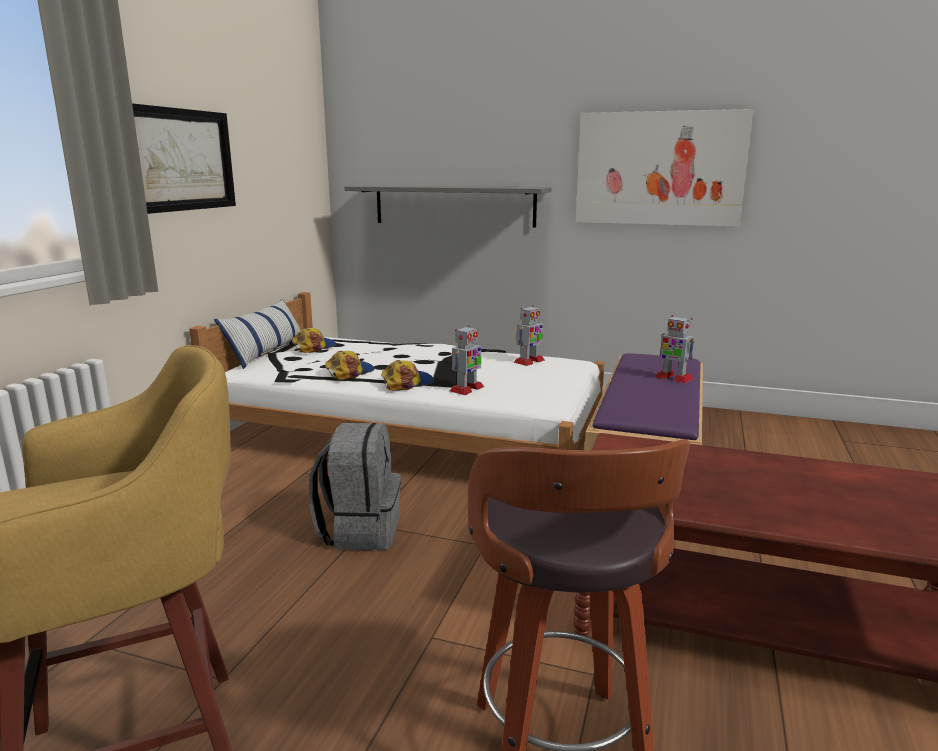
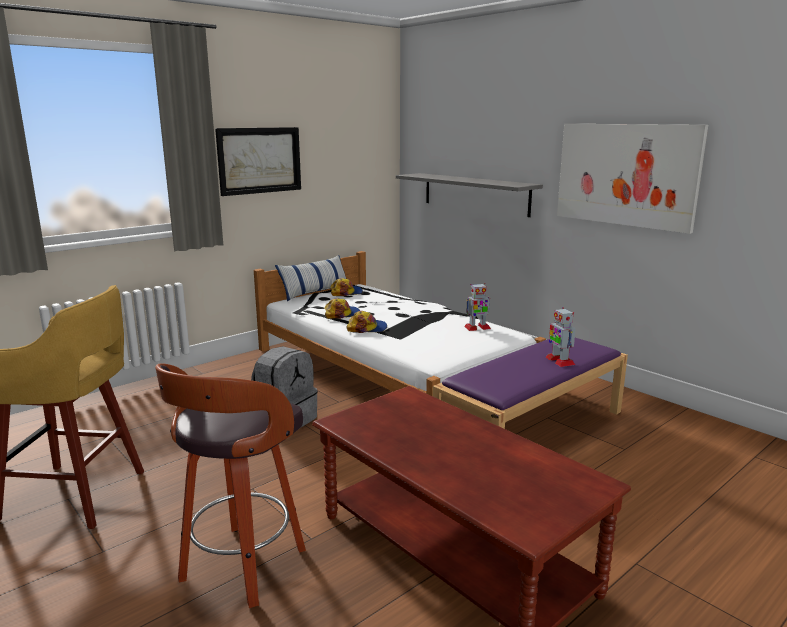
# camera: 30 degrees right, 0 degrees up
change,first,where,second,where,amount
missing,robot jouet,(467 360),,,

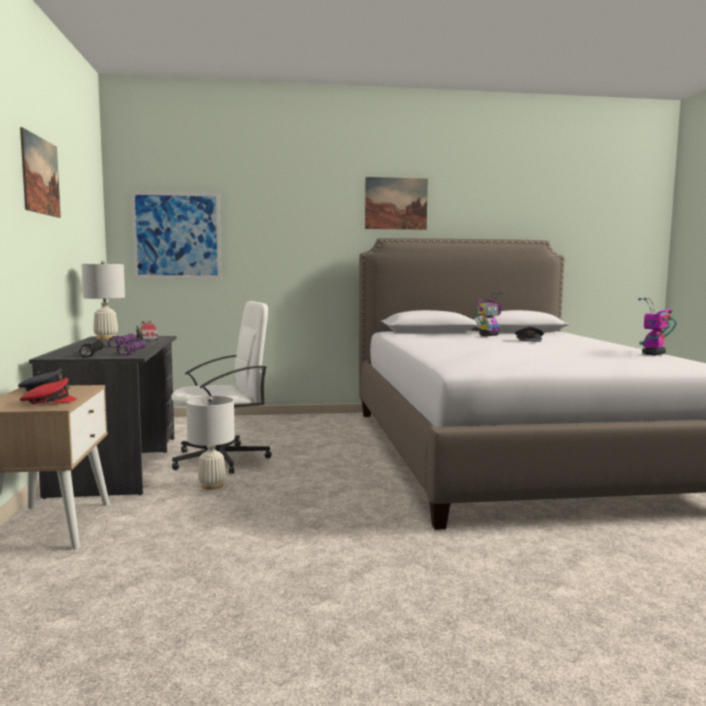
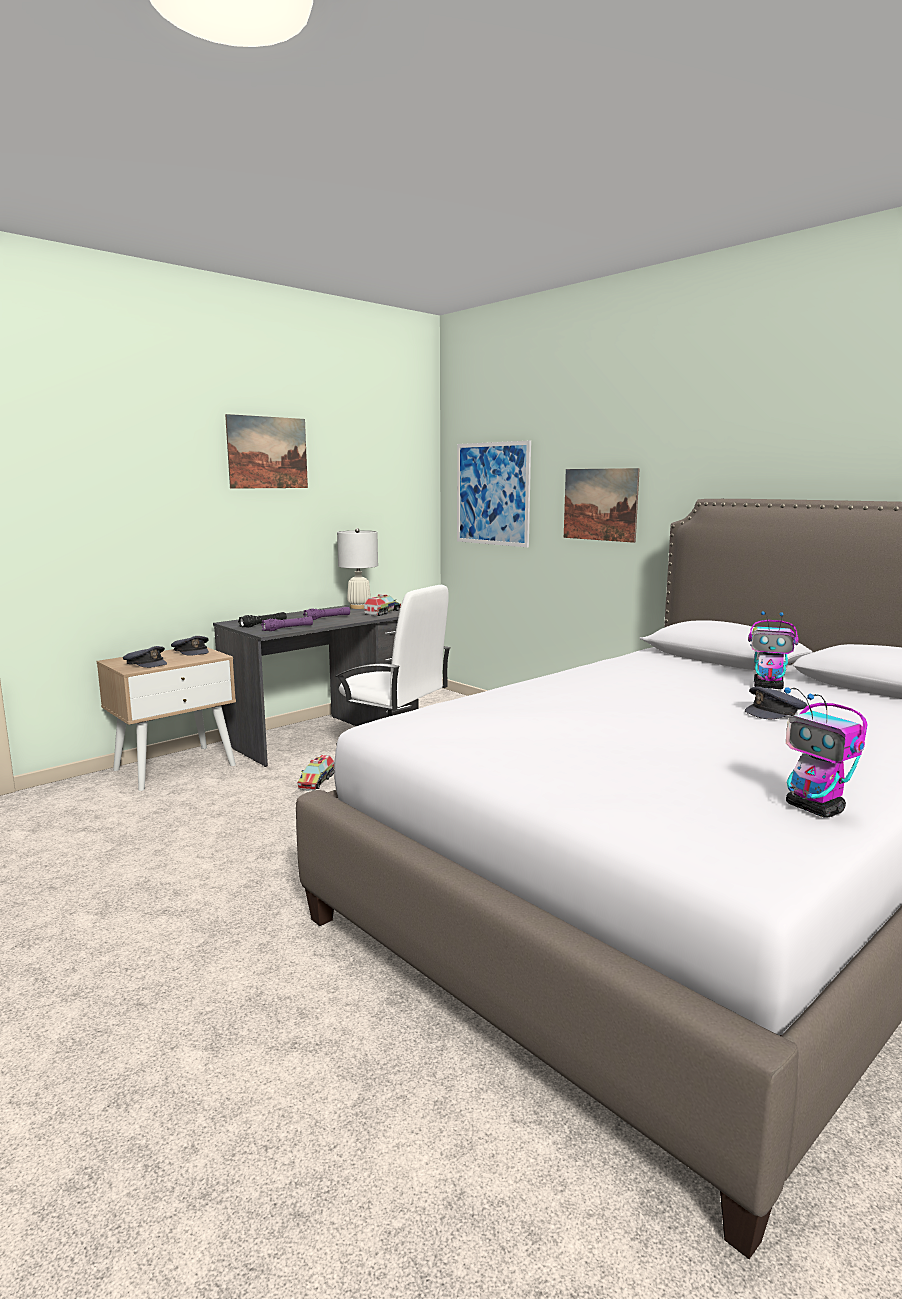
# camera: 55 degrees right, 5 degrees up
change,first,where,second,where,amount
relocated,tableau,(396 203),,(602 505),
exchanged,lampe de table (blanc),(210 443),camion jouet,(315 773),
colour,casquette (rouge),(48 391),casquette (gris),(145 657),
spun,robot jouet,(657 326),,(826 752),135 degrees counterclockwise

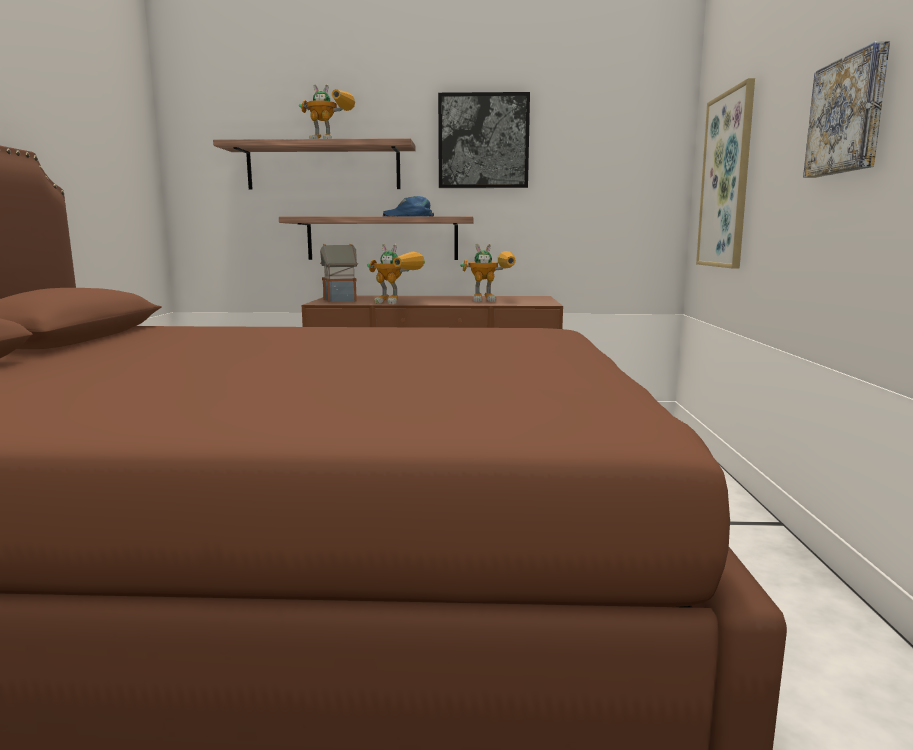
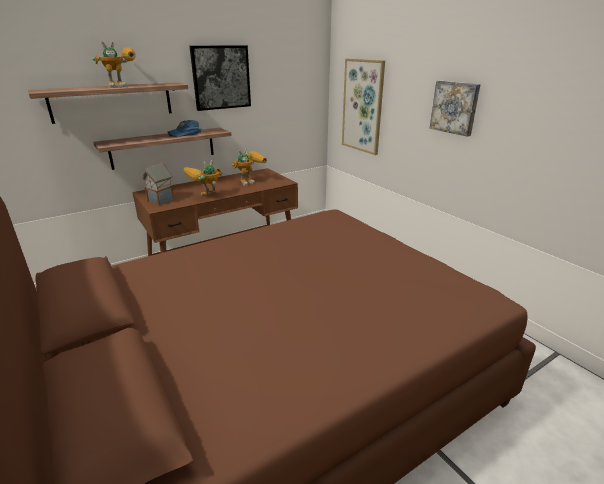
# camera: 35 degrees left, 15 degrees up
change,first,where,second,where,amount
spun,robot jouet,(396 274),,(202 178),150 degrees clockwise

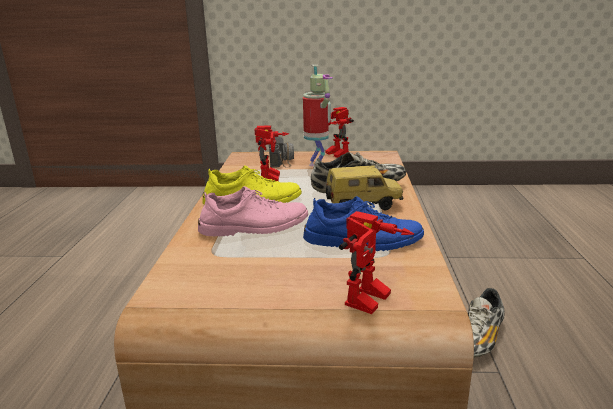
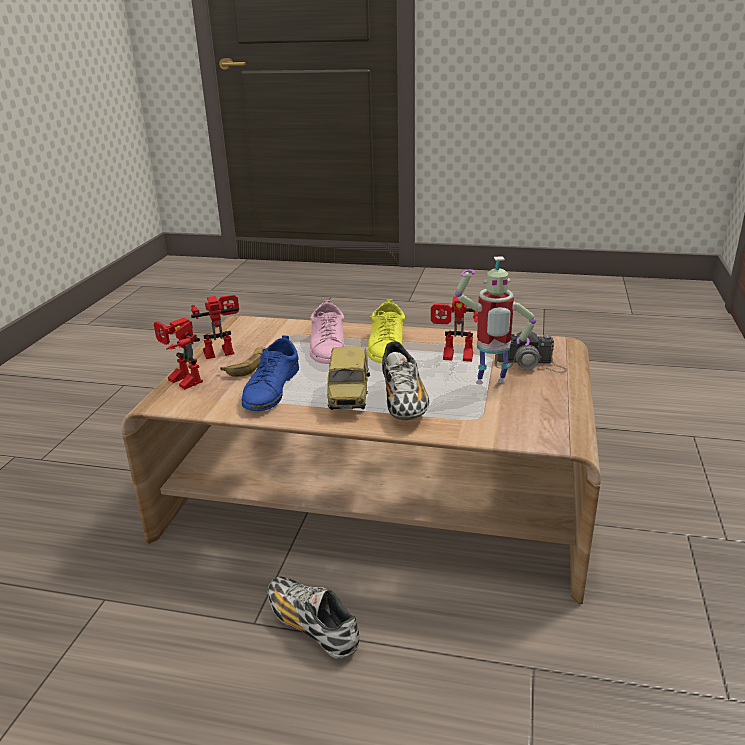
# camera: 100 degrees right, 5 degrees up
change,first,where,second,where,amount
appeared,,,banane,(243 362),
relocated,robot jouet,(339 132),,(215 327),

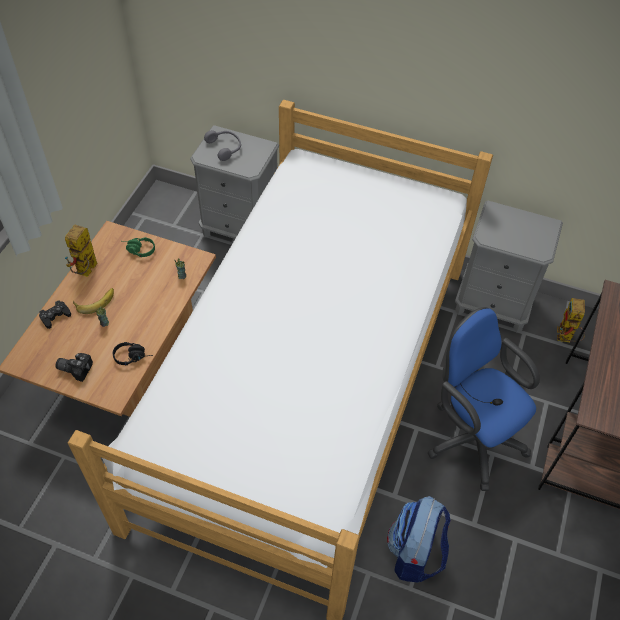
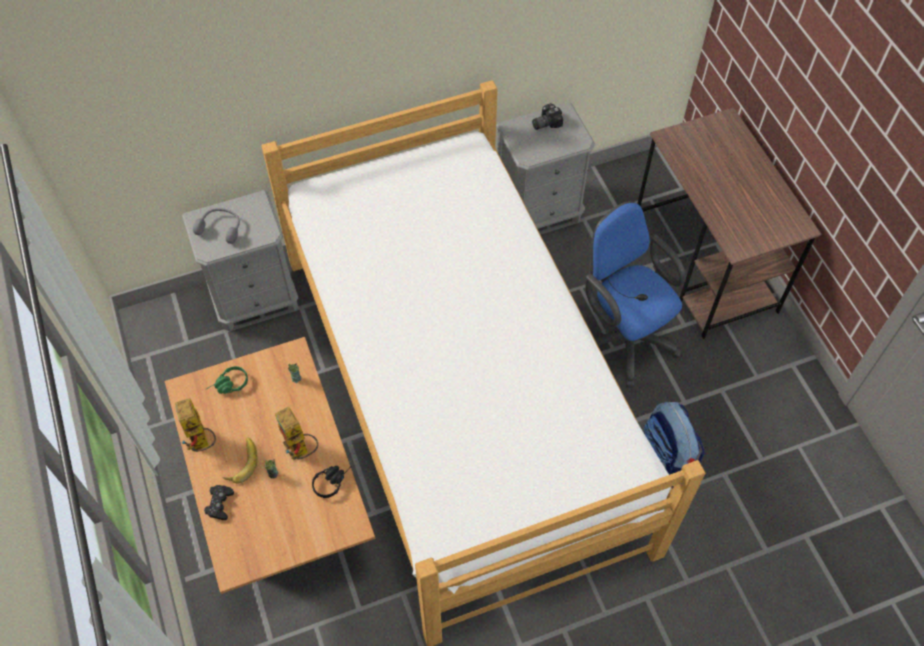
# camera: 40 degrees left, 5 degrees up
change,first,where,second,where,amount
relocated,appareil photo,(74 367),,(547 116),
relocated,robot jouet,(571 320),,(296 433),
spun,chaise de bureau (bleu),(484 399),,(636 294),45 degrees clockwise

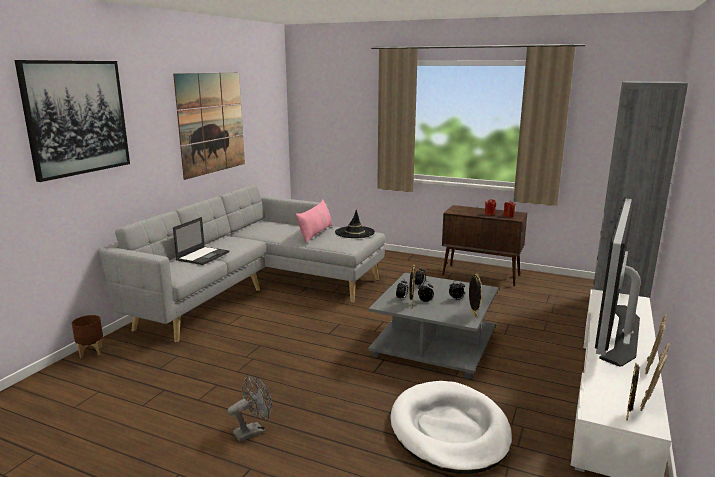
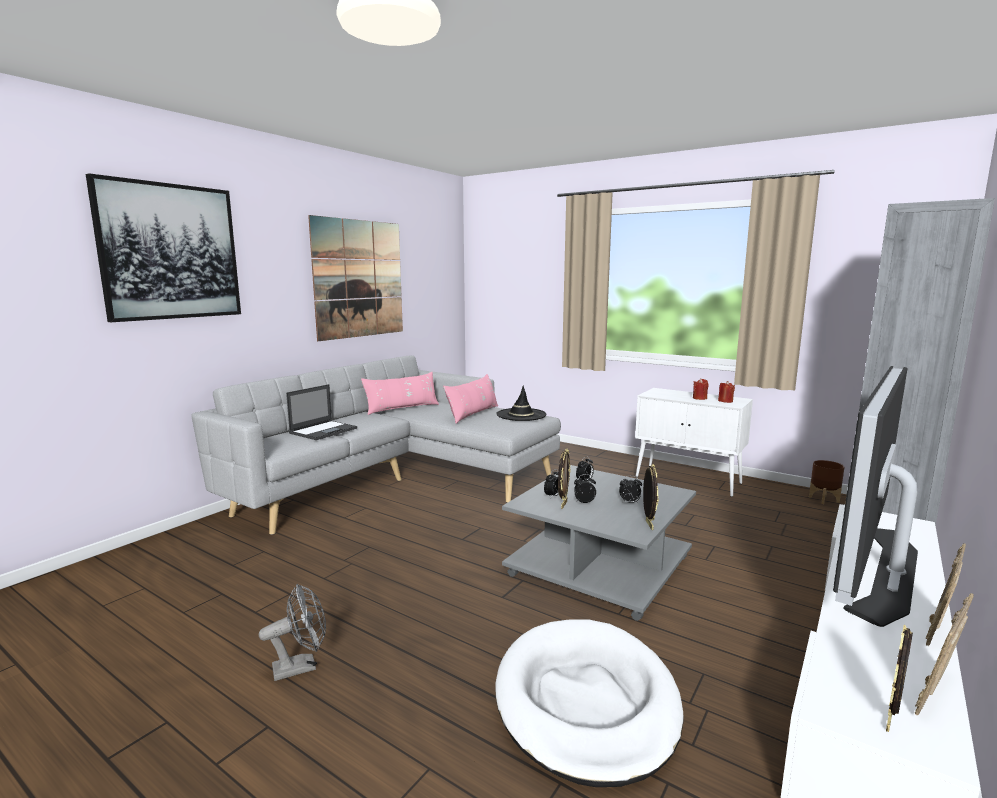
# camera: 10 degrees right, 5 degrees down
change,first,where,second,where,amount
appeared,,,coussin (rose),(400 393),
relocated,cache-pot (marron),(87 336),,(827 482),
colour,meuble de rangement (marron),(484 246),meuble de rangement (blanc),(694 442),

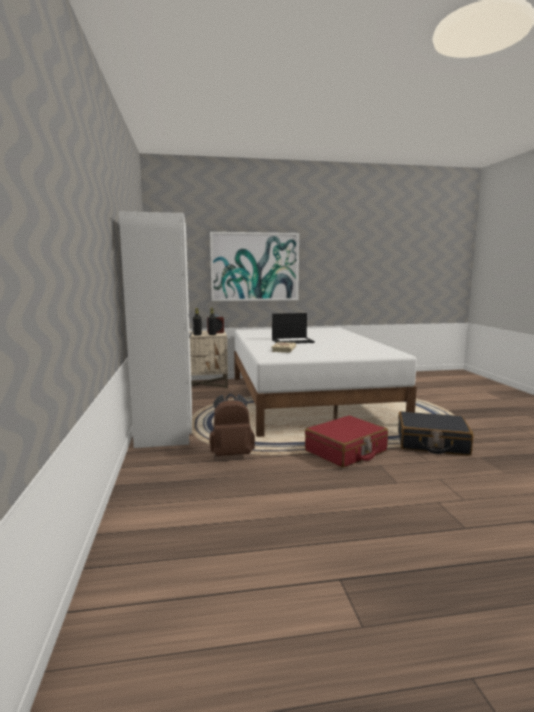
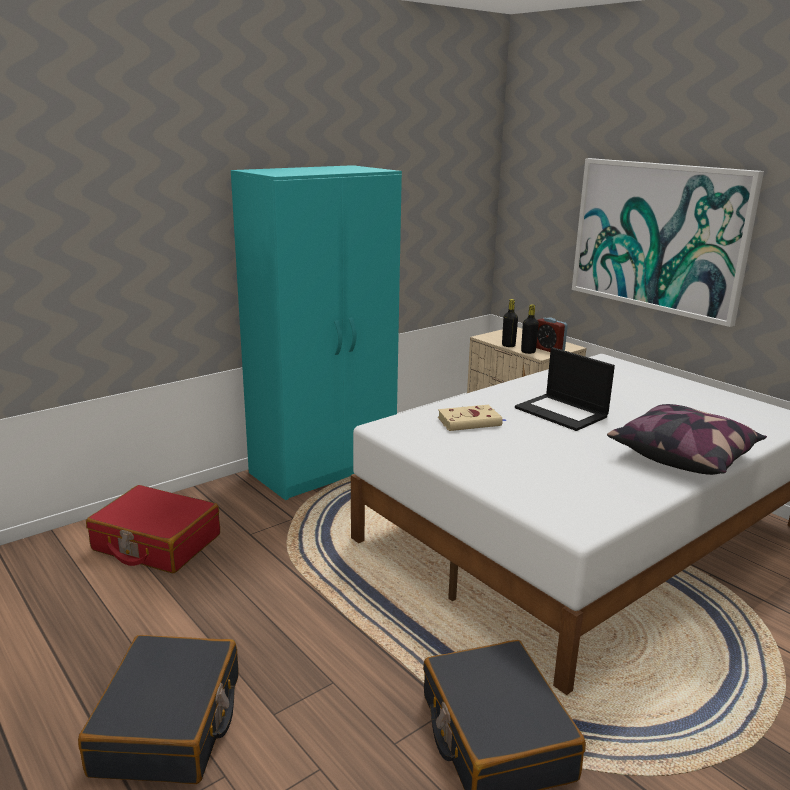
# camera: 60 degrees right, 10 degrees up
change,first,where,second,where,amount
missing,sac à dos (marron),(232 424),,,
appeared,,,valise (noir),(158 709),
appeared,,,coussin,(687 439),
relocated,valise (rouge),(346 441),,(153 529),
colour,armoire (blanc),(156 330),armoire (turquoise),(316 332),

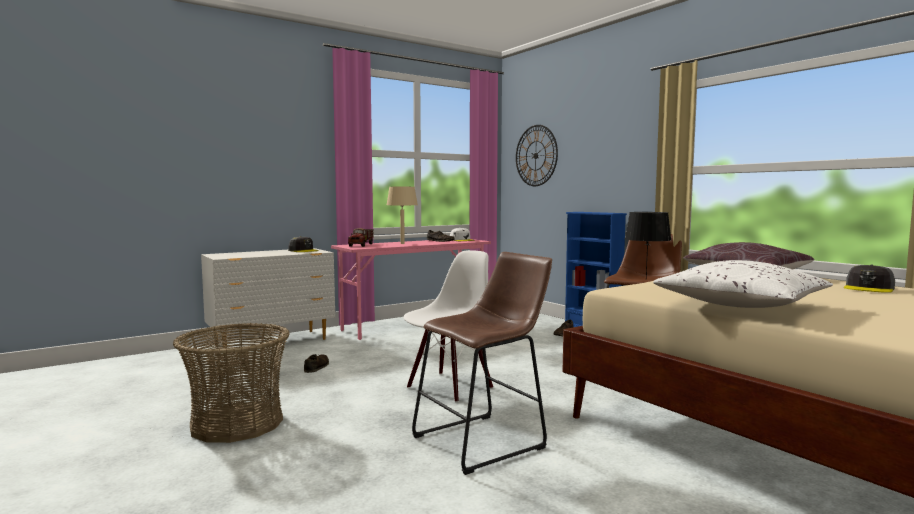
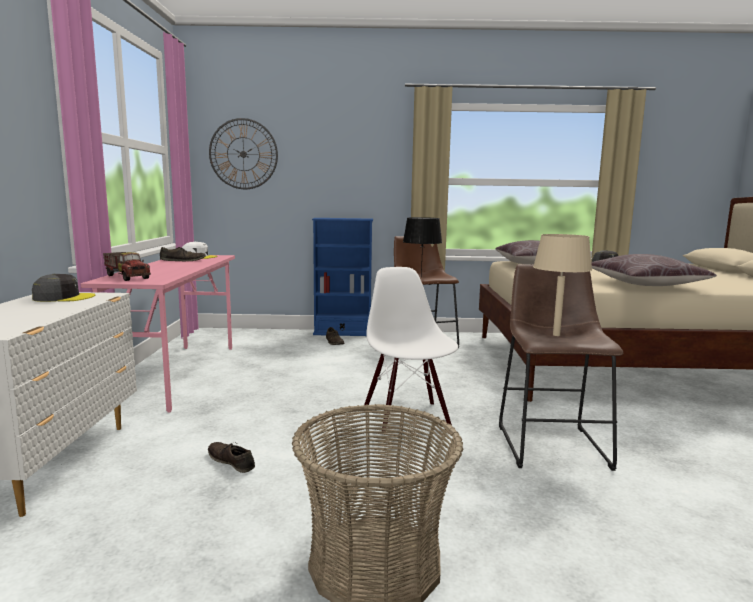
# camera: 55 degrees left, 5 degrees up
change,first,where,second,where,amount
relocated,lampe de table (beige),(402 215),,(562 285),
colour,coussin (blanc),(743 284),coussin (marron),(654 270),

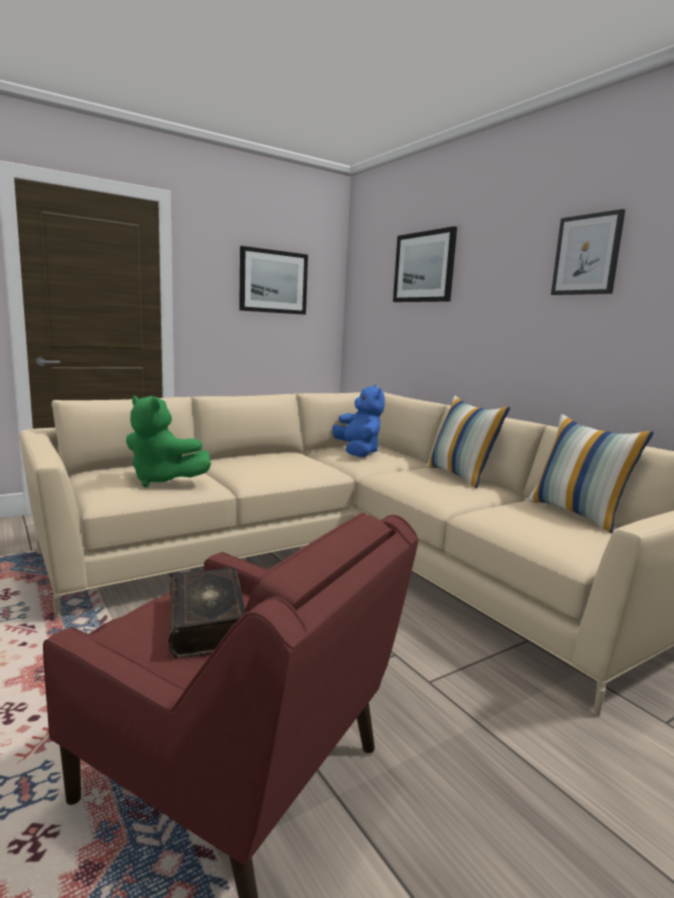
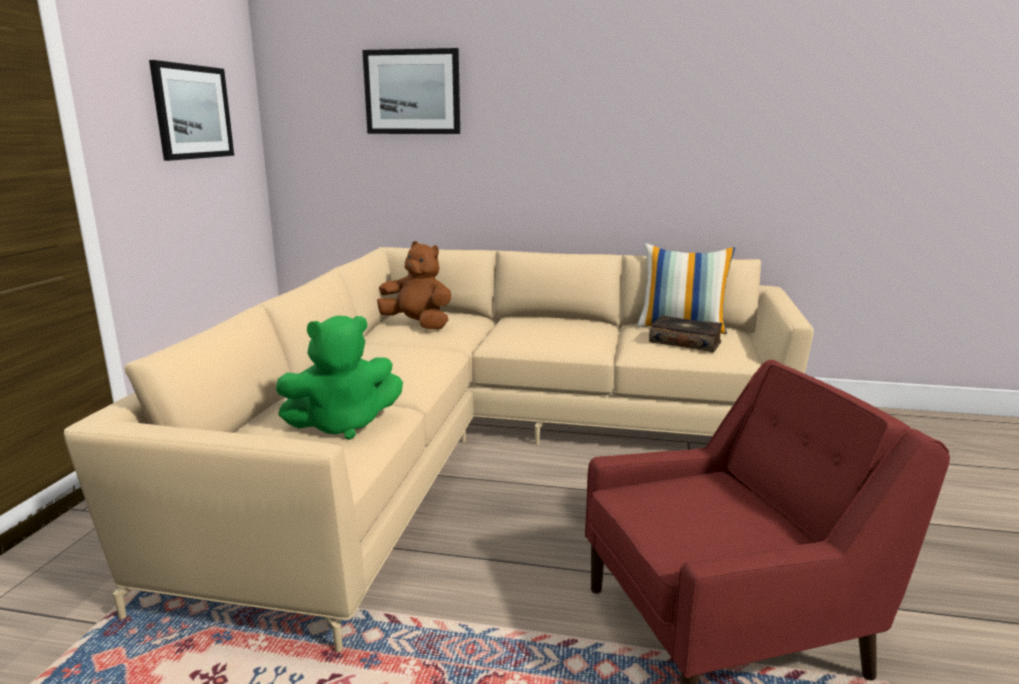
# camera: 45 degrees left, 5 degrees up
change,first,where,second,where,amount
missing,coussin,(468 442),,,
missing,tableau,(588 252),,,
relocated,livre,(207 613),,(686 334),
colour,peluche (bleu),(358 421),peluche (marron),(414 285),

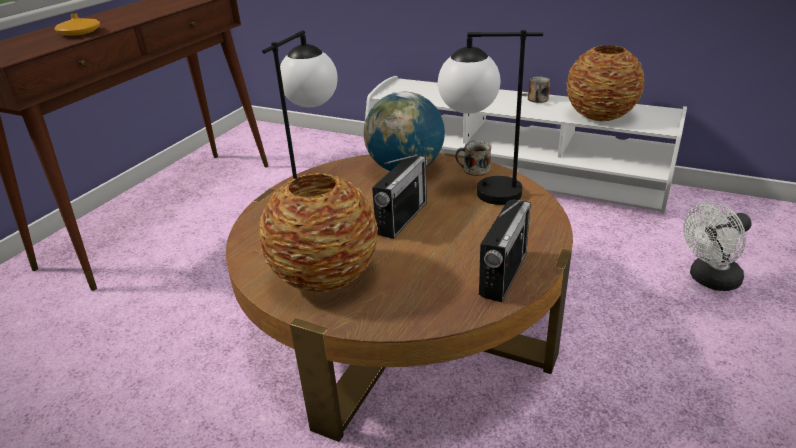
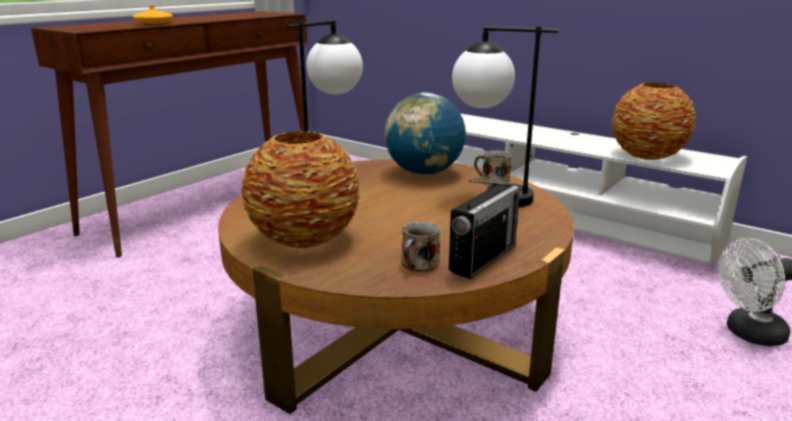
# camera: 10 degrees right, 10 degrees down
change,first,where,second,where,amount
missing,radio,(400 196),,,
relocated,mug,(539 90),,(420 247),

